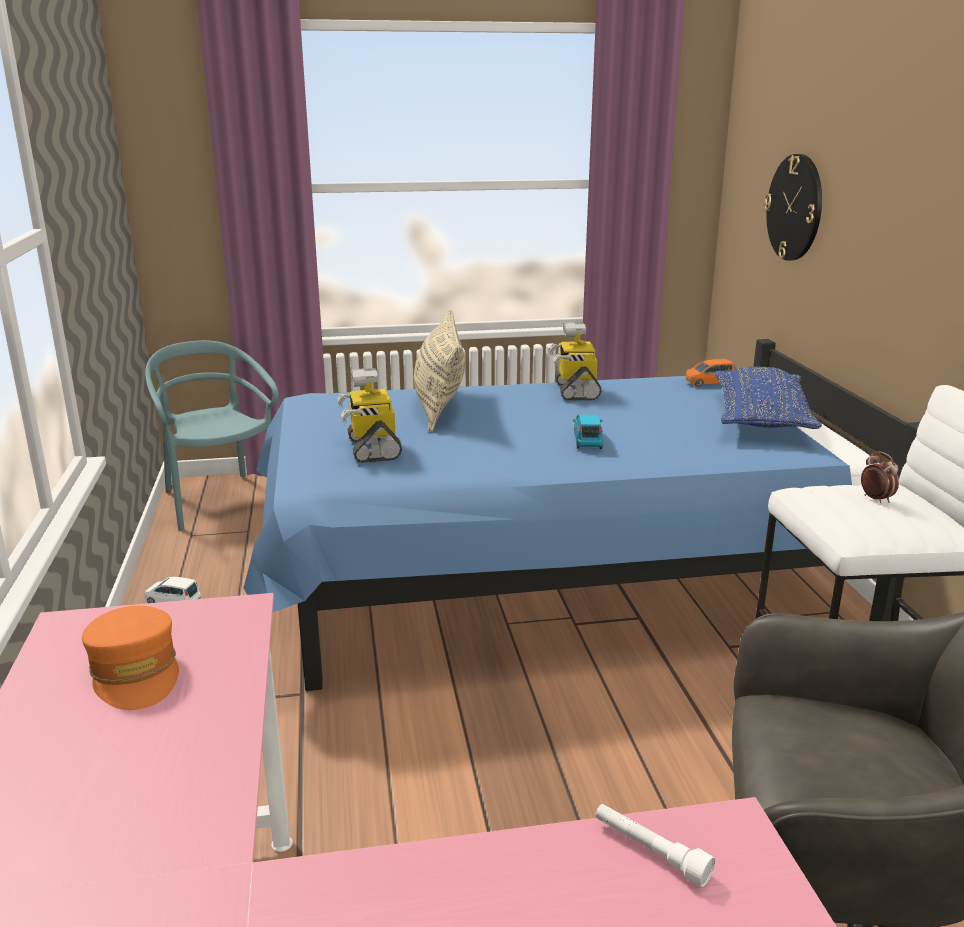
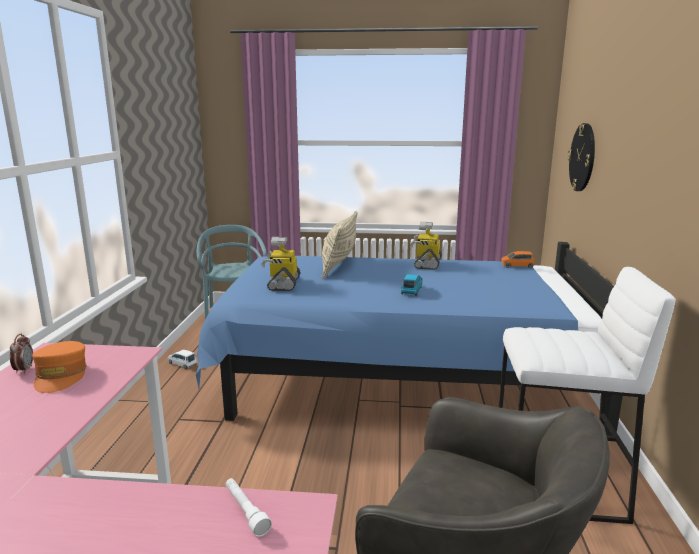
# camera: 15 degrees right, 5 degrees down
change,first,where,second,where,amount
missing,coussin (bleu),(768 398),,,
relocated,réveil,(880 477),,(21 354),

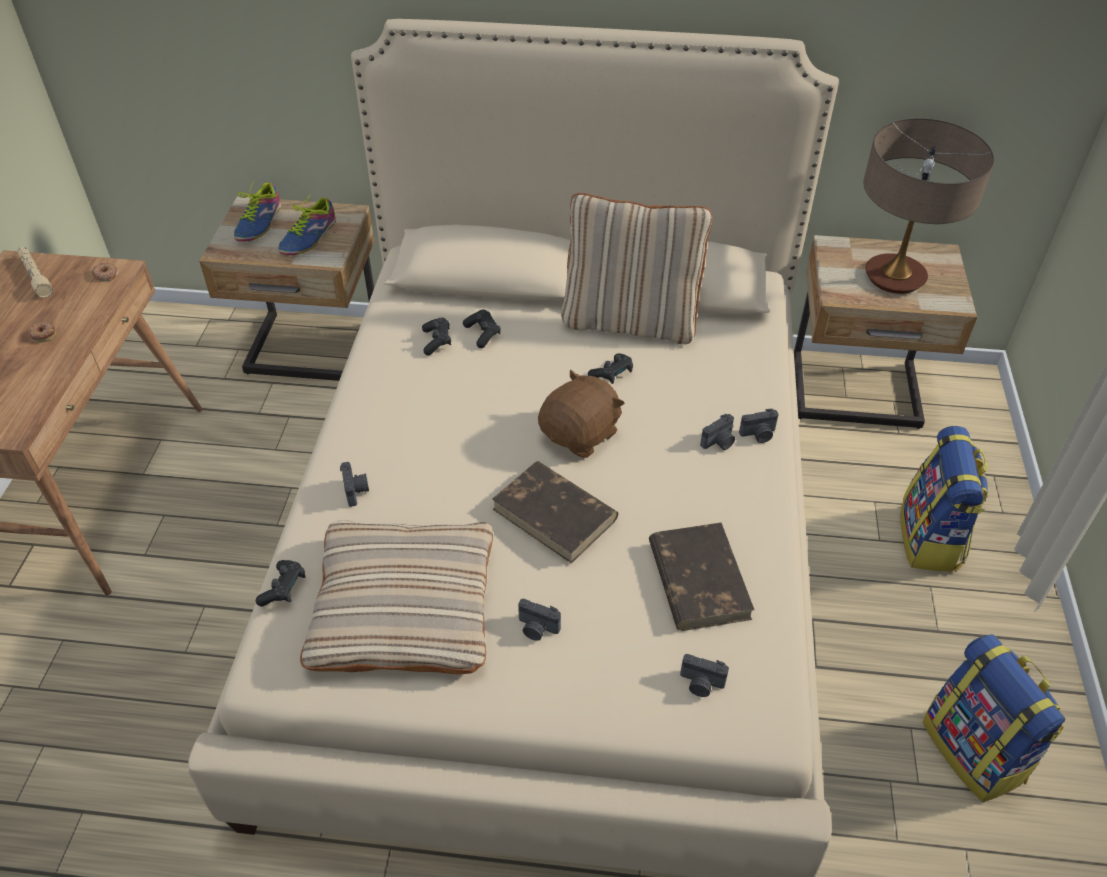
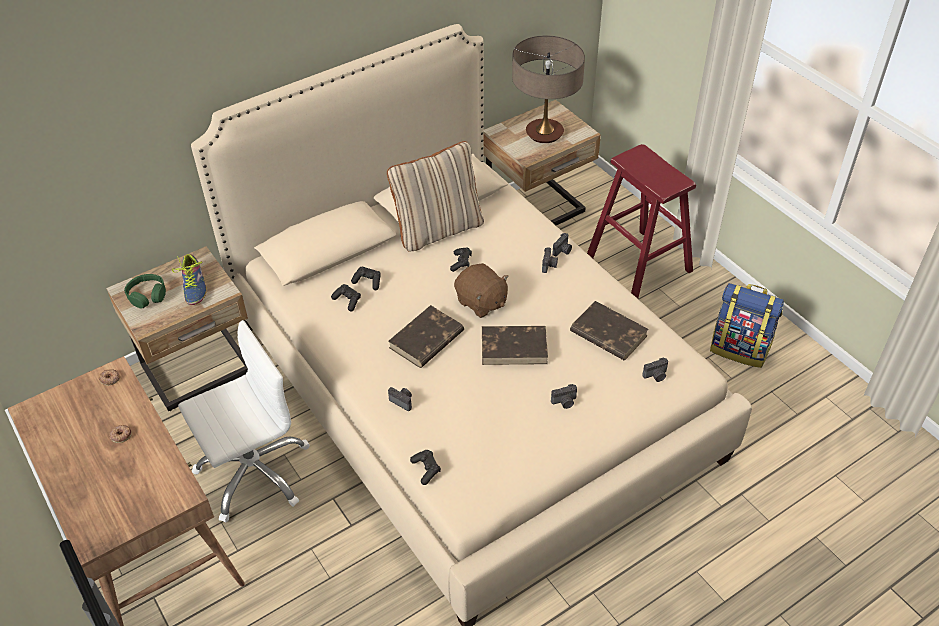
# camera: 40 degrees left, 0 degrees up
change,first,where,second,where,amount
missing,lampe de poche (beige),(35 272),,,
missing,coussin (beige),(396 597),,,
appeared,,,chaise de bureau (blanc),(244 421),
appeared,,,livre (marron),(426 336),
exchanged,chaussure,(257 211),casque audio (vert),(145 291),
exchanged,sac à dos,(944 499),tabouret (rouge),(641 221),
spun,peluche (marron),(581 414),,(481 290),135 degrees clockwise

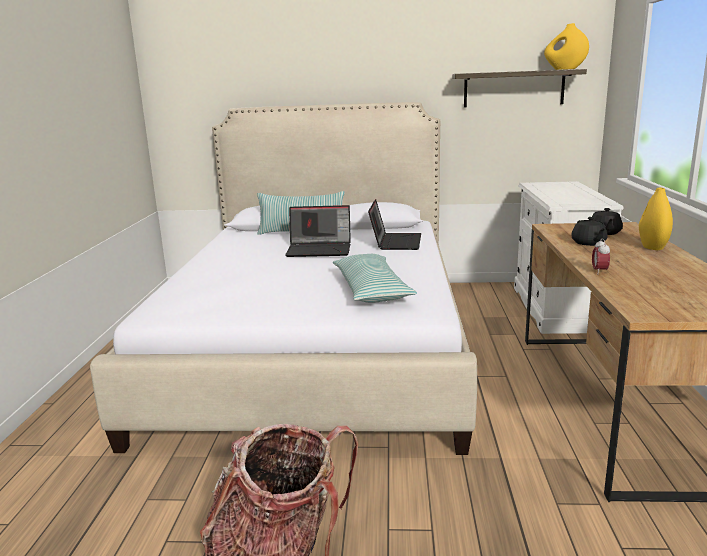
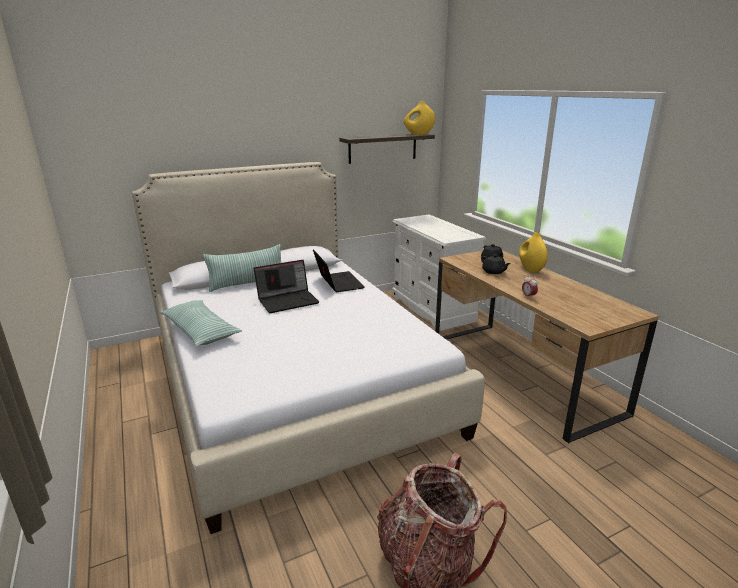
# camera: 30 degrees left, 5 degrees up
change,first,where,second,where,amount
relocated,coussin,(375 278),,(201 323),

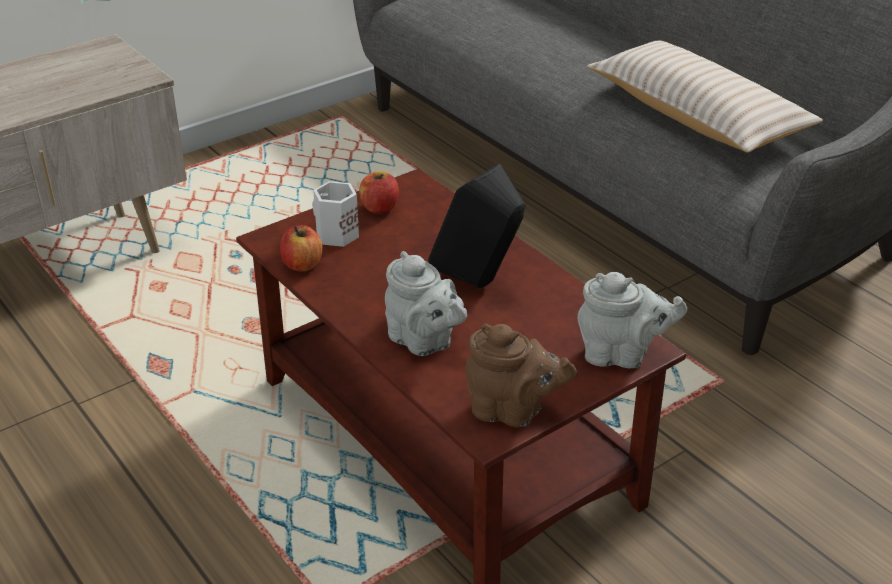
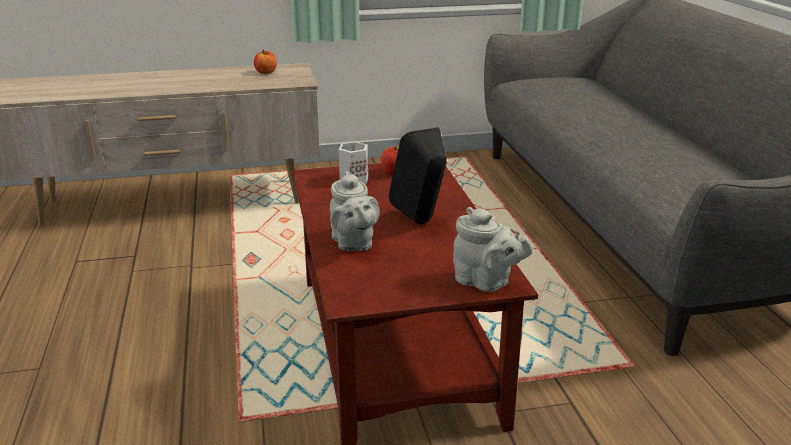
# camera: 25 degrees right, 10 degrees down
change,first,where,second,where,amount
missing,théière (marron),(521 375),,,
missing,coussin (beige),(705 97),,,
relocated,pomme,(301 248),,(265 61),

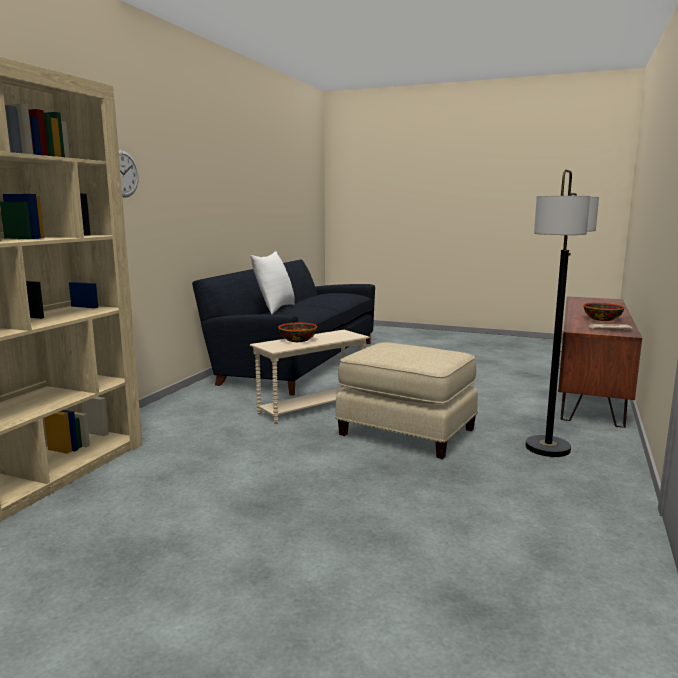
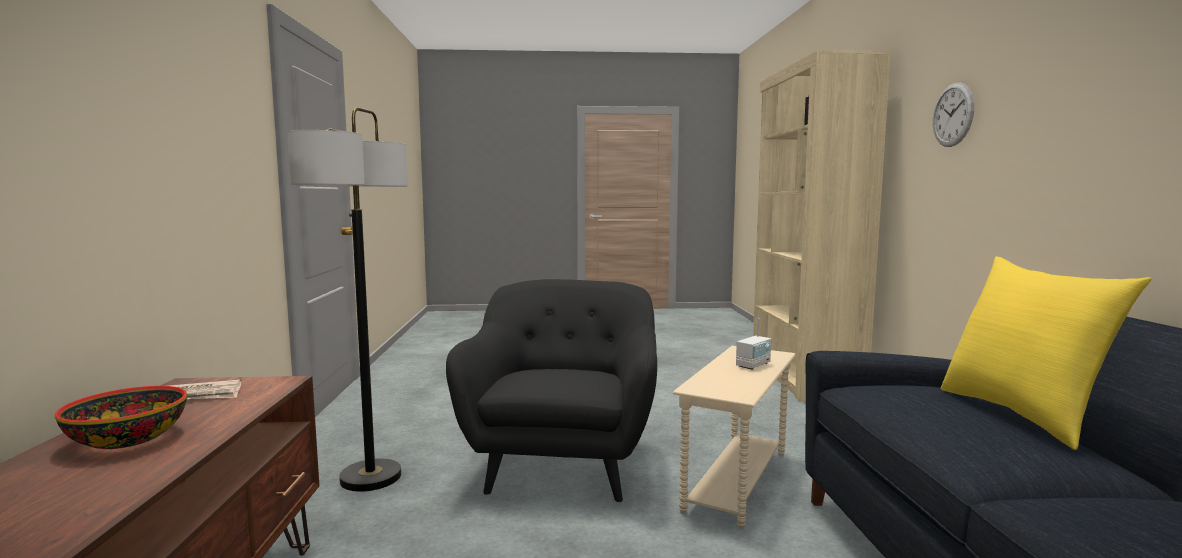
# camera: 155 degrees right, 5 degrees down
change,first,where,second,where,amount
exchanged,bol,(297 332),radio,(753 344),
exchanged,pouf (beige),(406 400),fauteuil (noir),(551 390),
colour,coussin (blanc),(272 282),coussin (jaune),(1046 353),

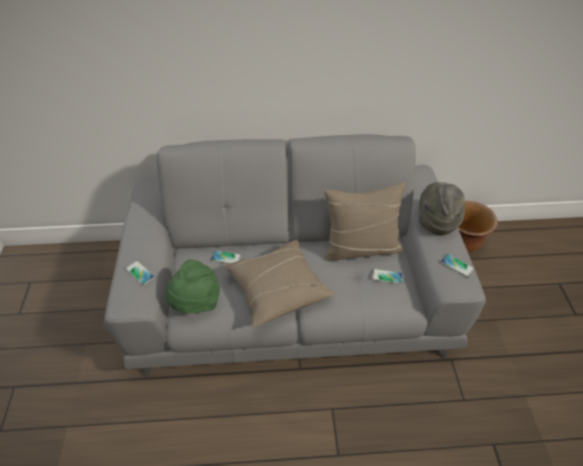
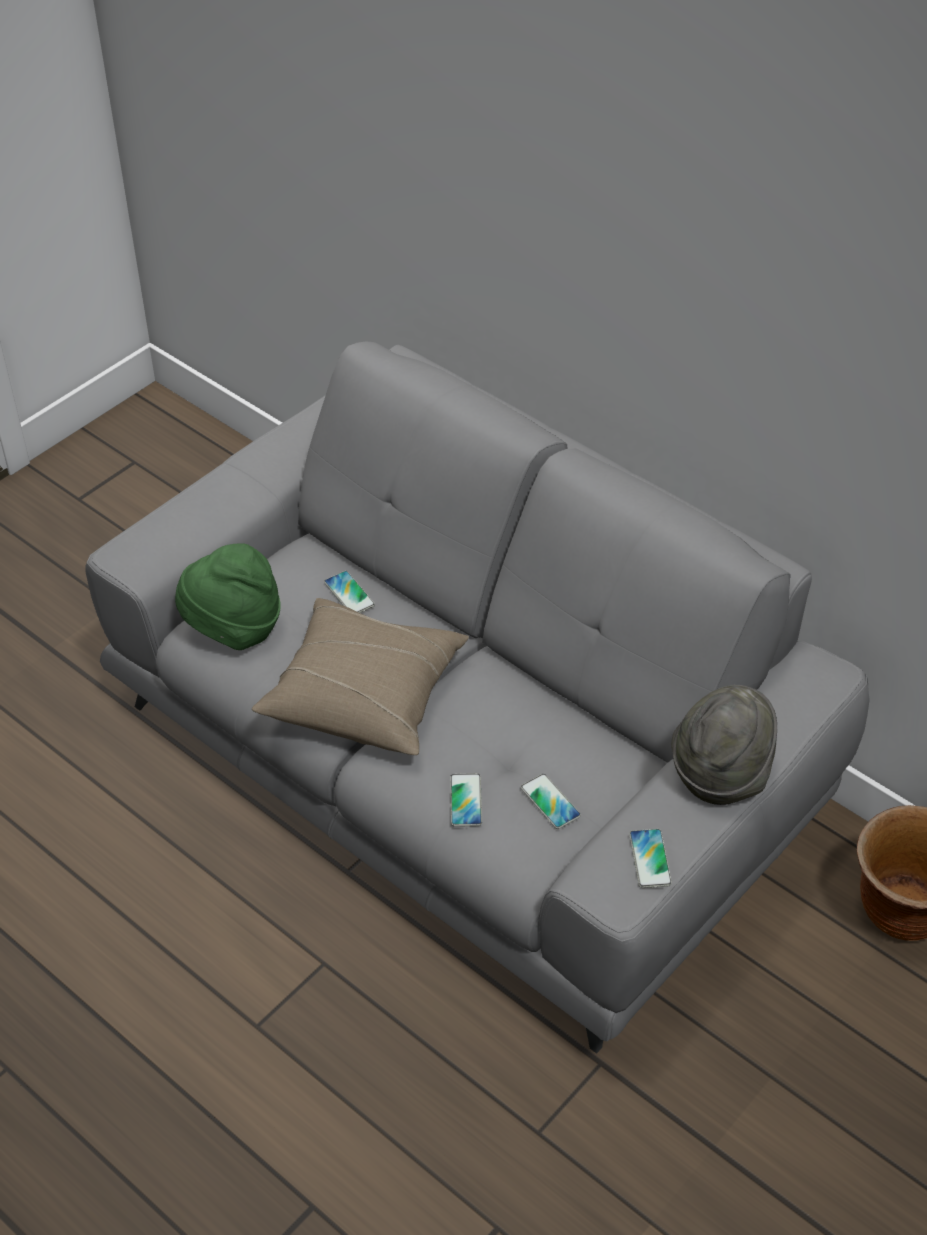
# camera: 45 degrees right, 0 degrees up
change,first,where,second,where,amount
missing,coussin (beige),(364 222),,,
relocated,téléphone,(140 272),,(466 800),

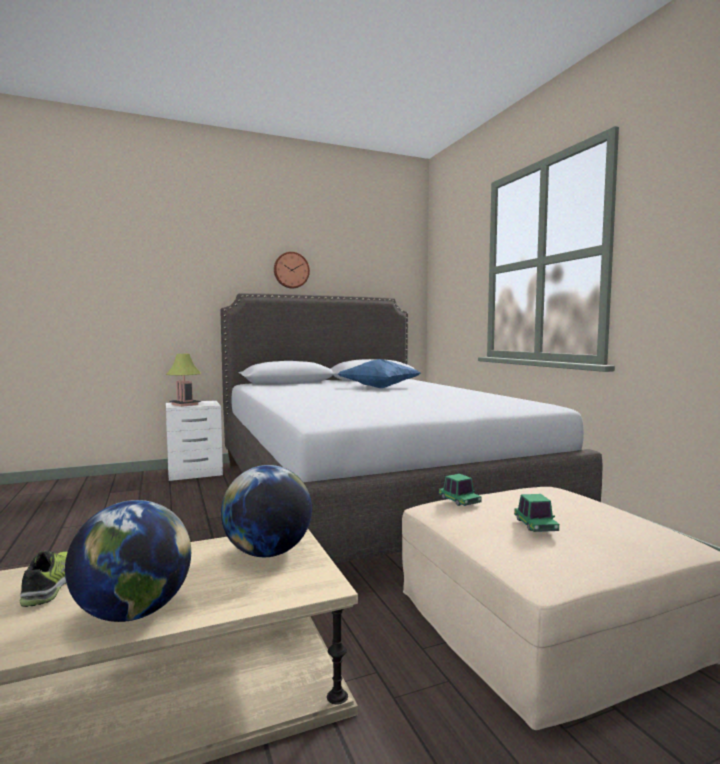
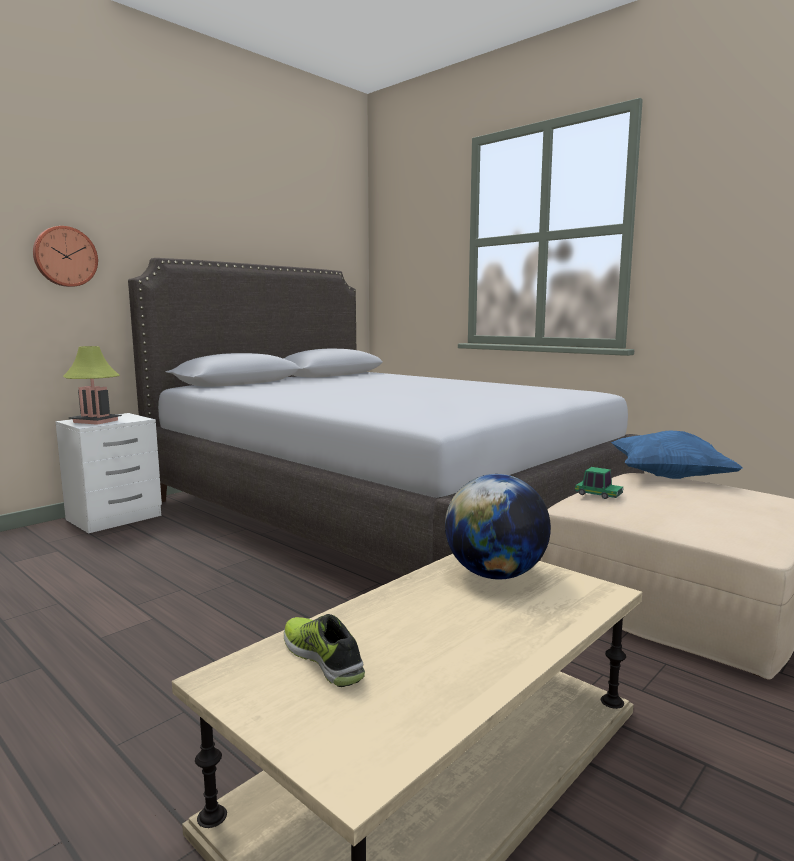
# camera: 25 degrees left, 5 degrees up
change,first,where,second,where,amount
missing,globe,(128 561),,,
missing,petite voiture,(536 513),,,
relocated,horloge murale,(292 270),,(65 256),
relocated,coussin (bleu),(379 373),,(676 454),

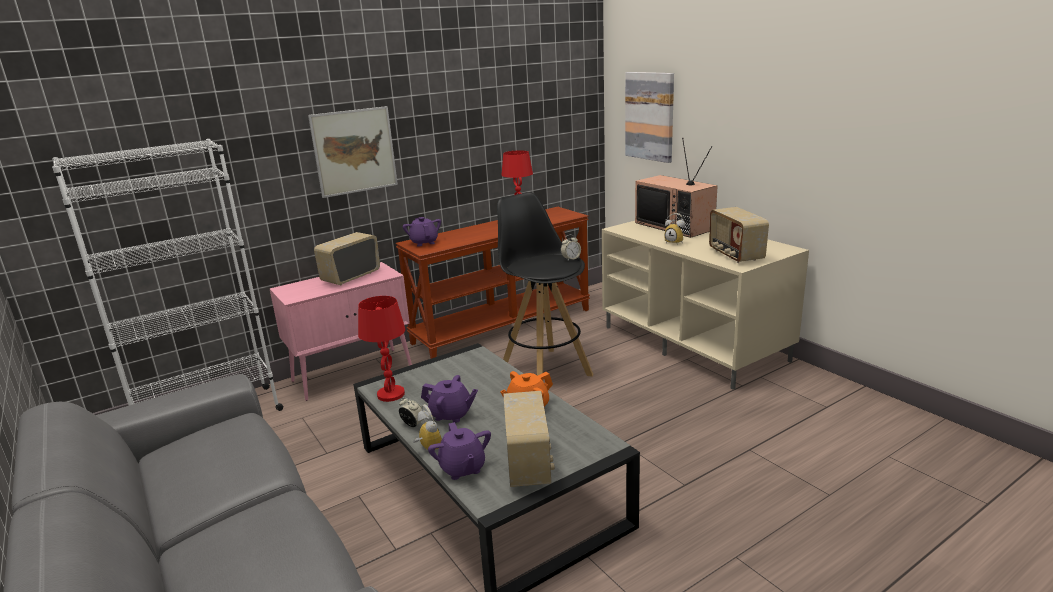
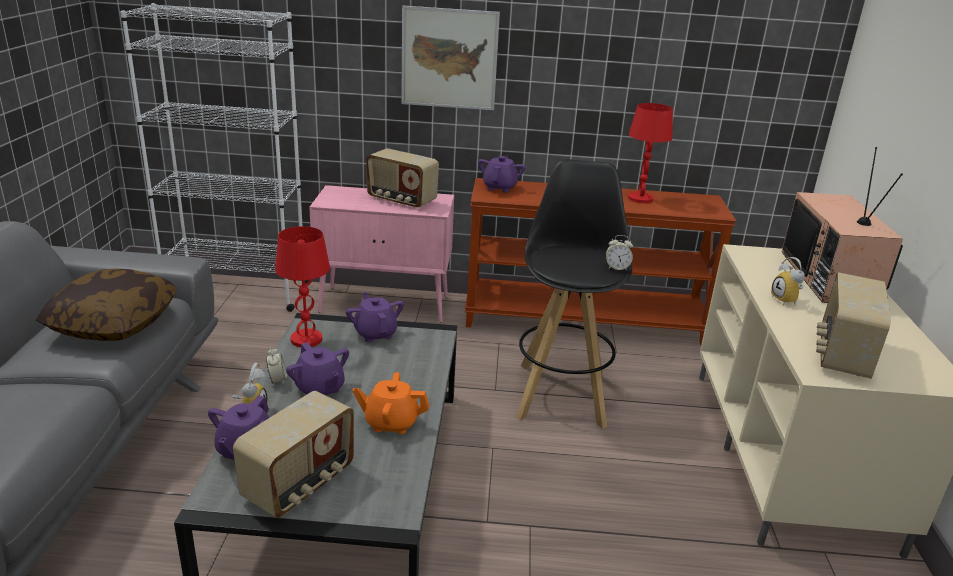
# camera: 35 degrees right, 5 degrees up
change,first,where,second,where,amount
missing,tableau,(649 117),,,
appeared,,,coussin,(106 304),
appeared,,,théière (violet),(375 317),
spun,radio,(347 258),,(402 178),135 degrees counterclockwise

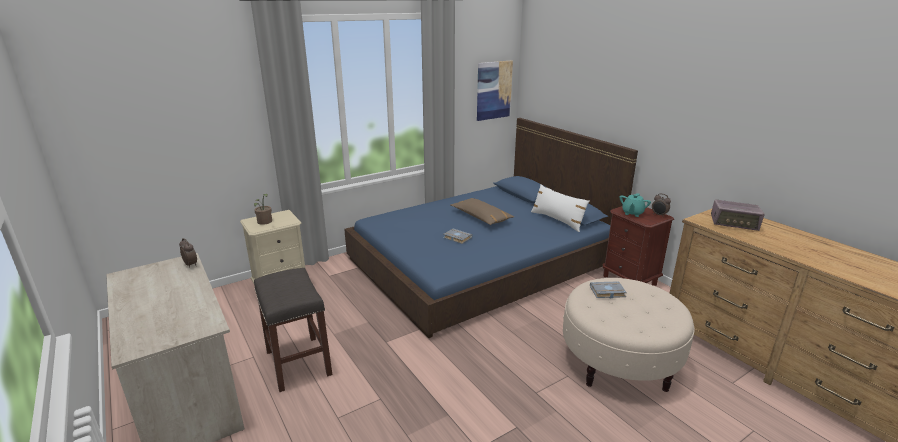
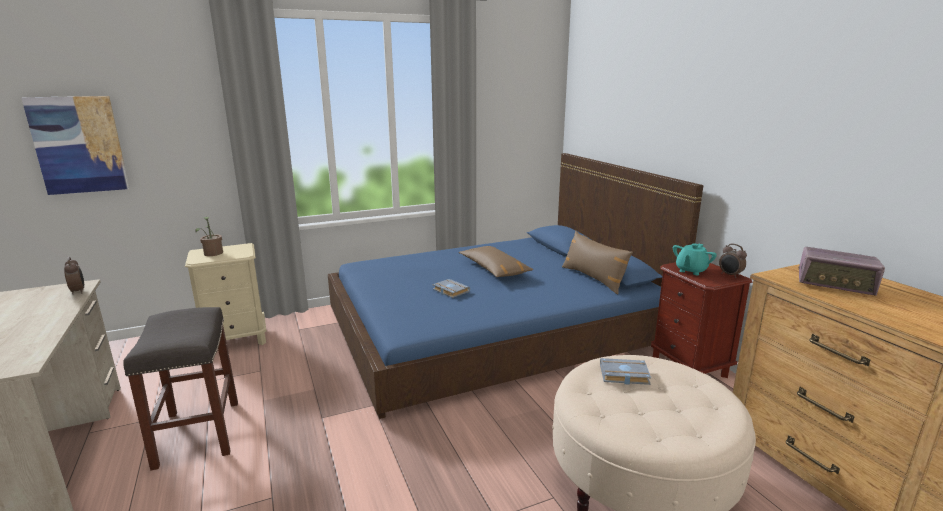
# camera: 10 degrees right, 5 degrees down
change,first,where,second,where,amount
relocated,tableau,(495 90),,(75 145),
colour,coussin (blanc),(560 208),coussin (marron),(597 262),

